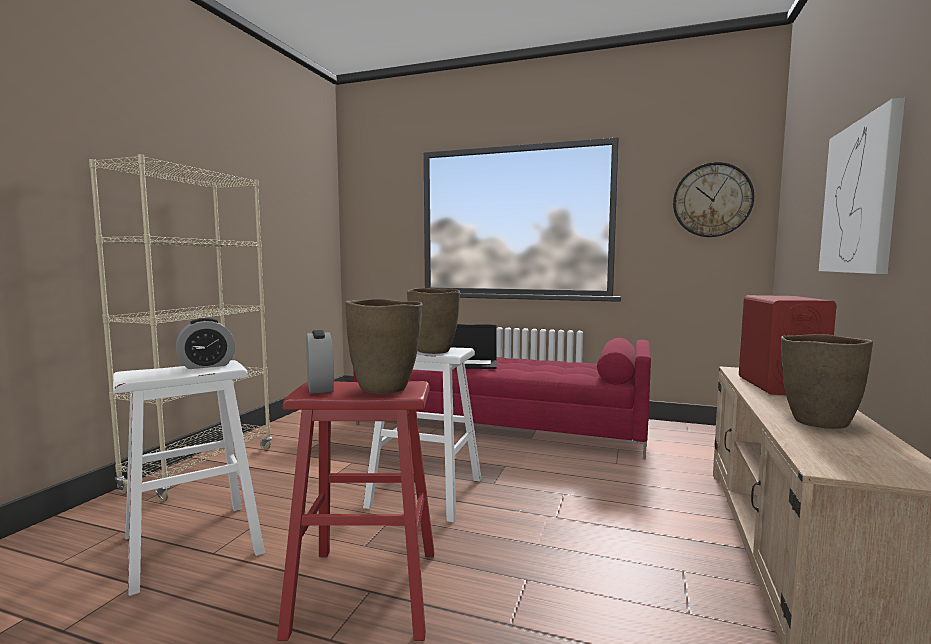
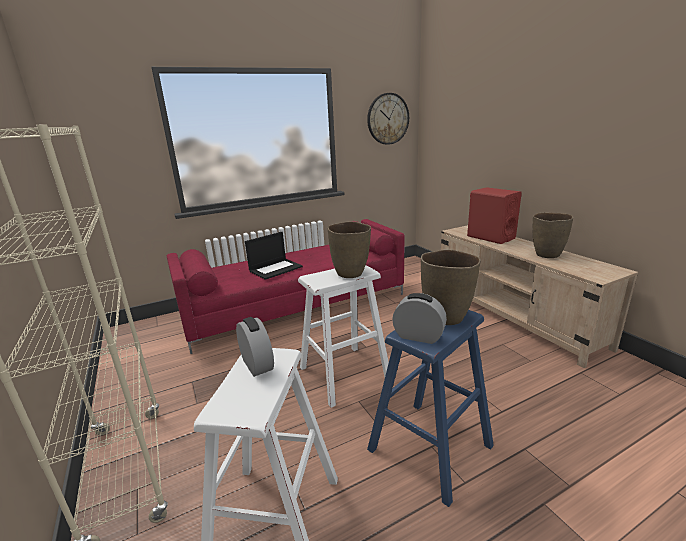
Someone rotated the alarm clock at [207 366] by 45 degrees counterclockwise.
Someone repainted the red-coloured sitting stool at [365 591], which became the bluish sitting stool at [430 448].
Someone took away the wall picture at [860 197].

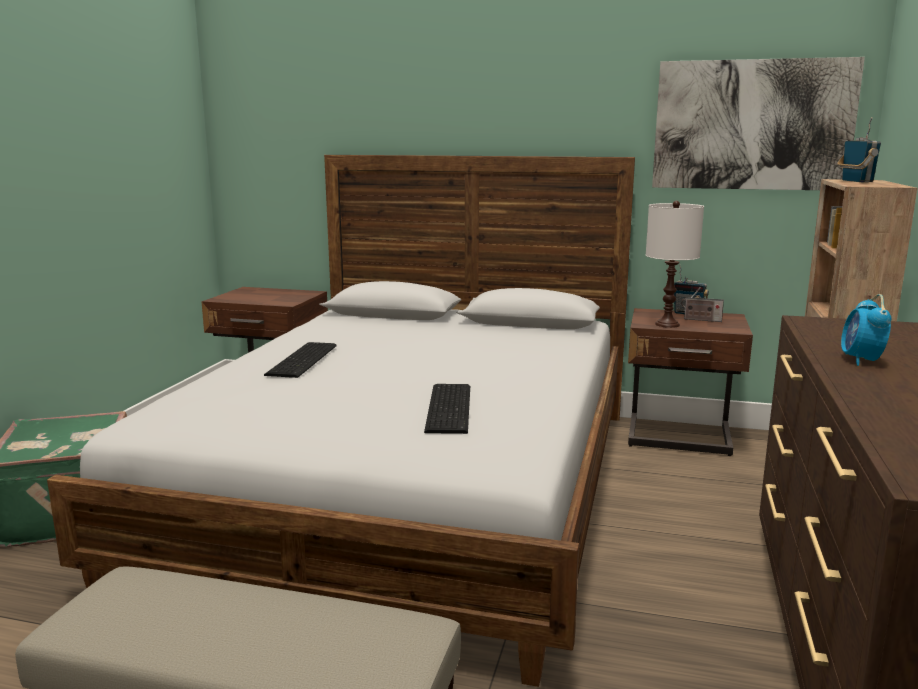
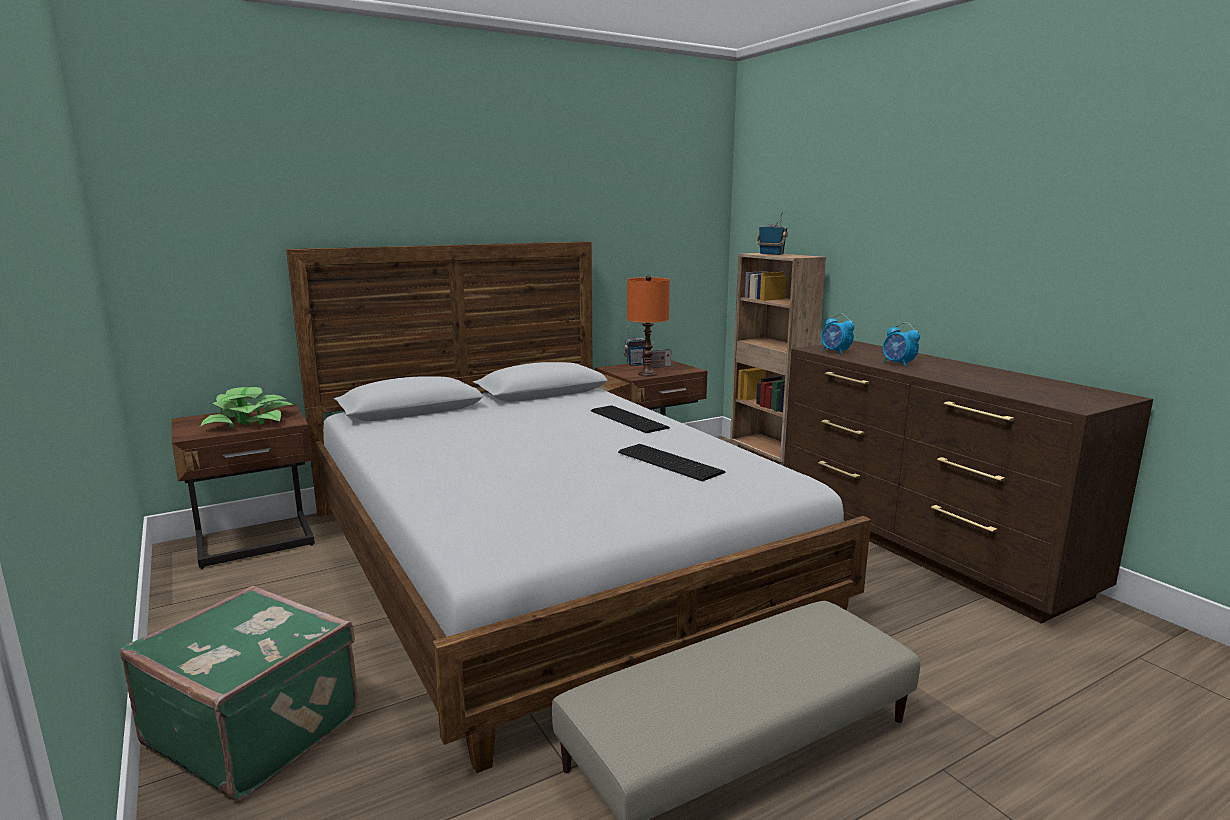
Someone carried the keyboard from [305 359] to [629 419].
Someone repainted the whitish table lamp at [667 324], which became the orange table lamp at [647 374].
Someone took away the wall picture at [752 125].
Someone put down the plant in a pot at [249 421].
Someone put down the alarm clock at [835 352].

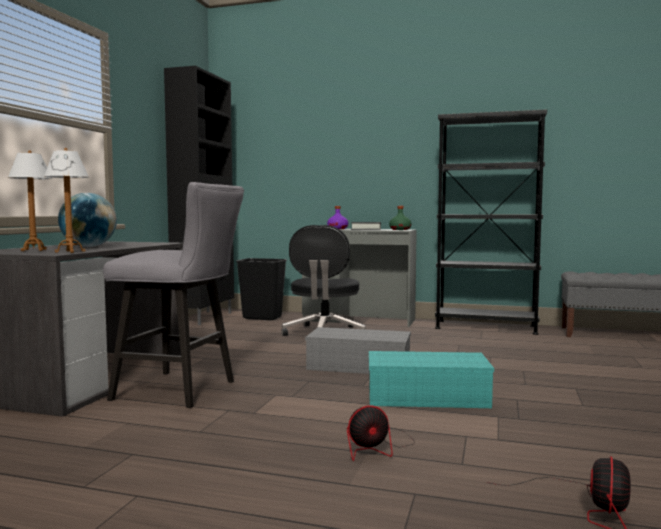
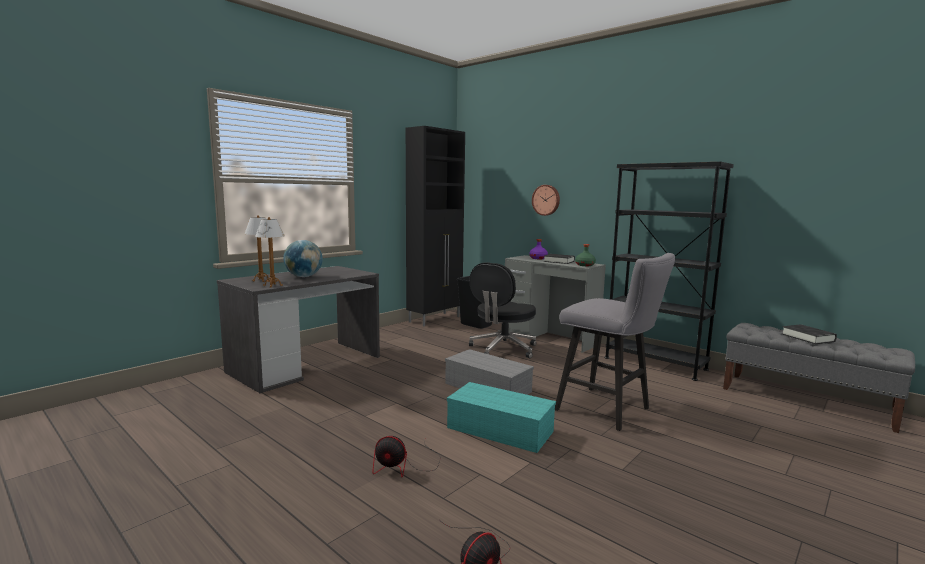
Someone carried the grey sitting stool from [182 390] to [608 410].
Someone put up the clock on the wall at [546 200].
Someone put down the black volume at [808 338].

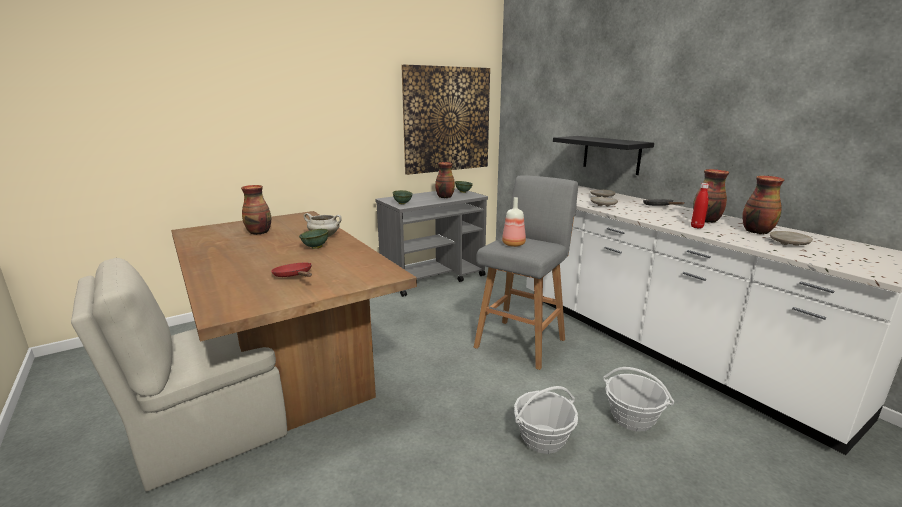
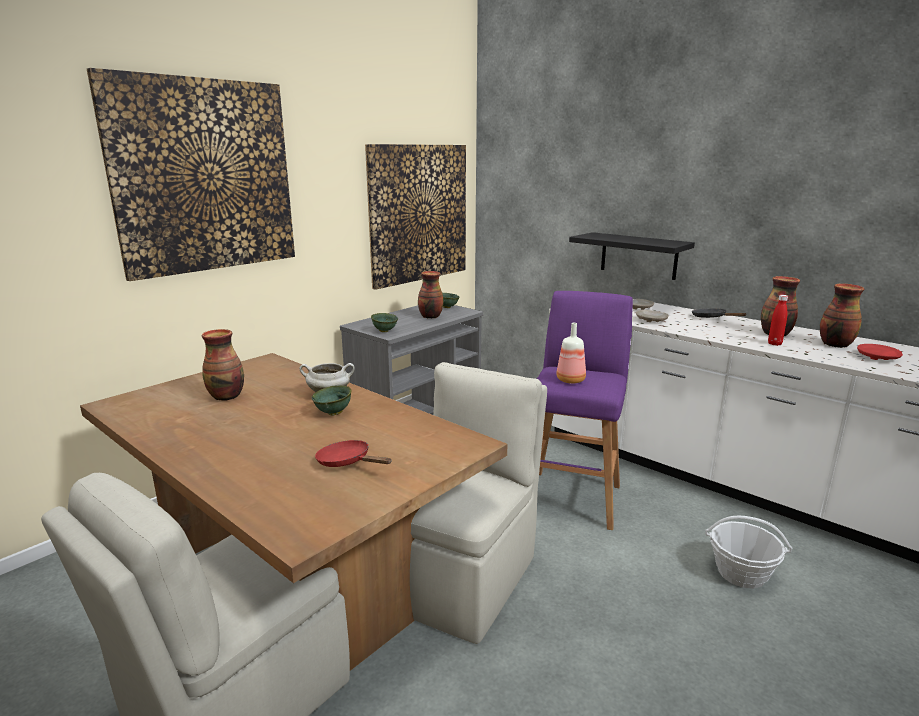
Someone repainted the grey sitting stool at [521 342], which became the purplish sitting stool at [572 496].
Someone took away the household basket at [543 438].
Someone repainted the beige-coloured plate at [789 243], which became the red-coloured plate at [877 358].
Someone put up the wall picture at [205 177].
Someone put down the beige-coloured chair at [464 577].

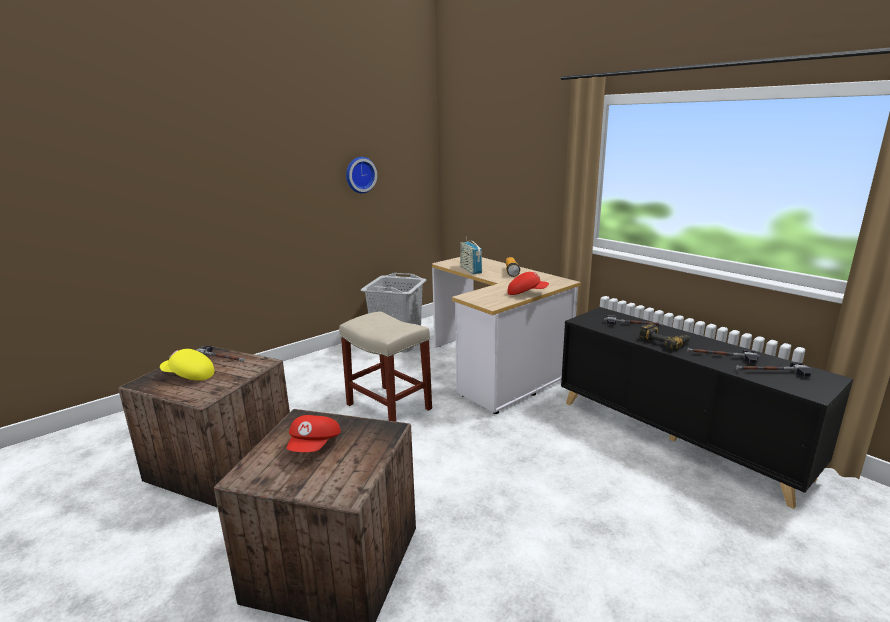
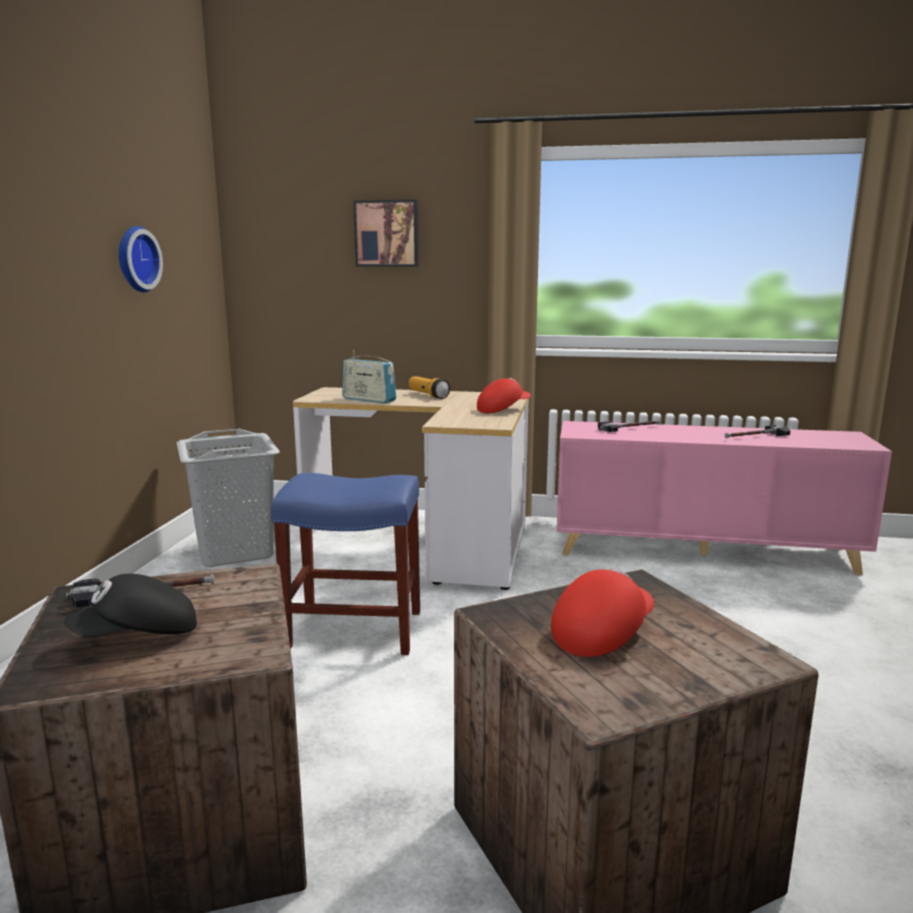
Someone repainted the yellow-coloured baseball cap at [189 376], which became the black baseball cap at [138 636].
Someone rotated the red-coloured baseball cap at [315 446] by 105 degrees counterclockwise.
Someone repainted the beige-coloured sitting stool at [387 406], which became the bluish sitting stool at [352 630].
Someone repainted the black cabinet at [676 437], which became the pinkish cabinet at [703 551].
Someone took away the electric drill at [664 341].
Someone took away the hand hammer at [772 372].
Someone put up the wall picture at [387 234].

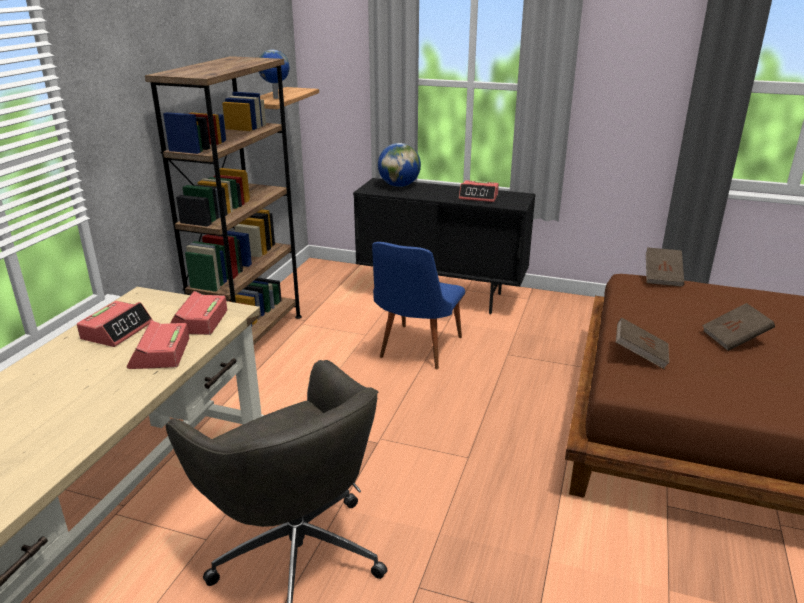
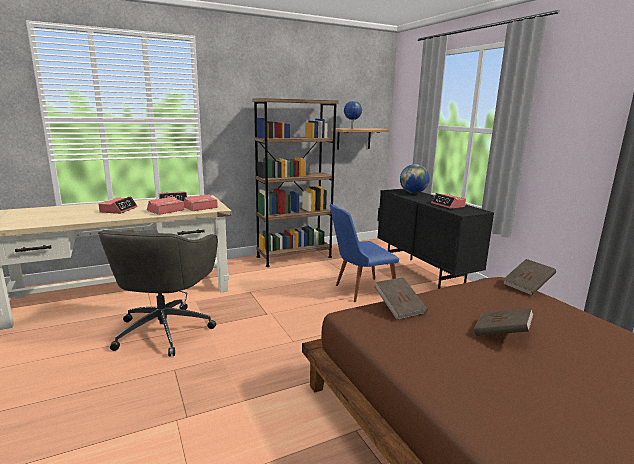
Someone put down the alarm clock at [118 210].

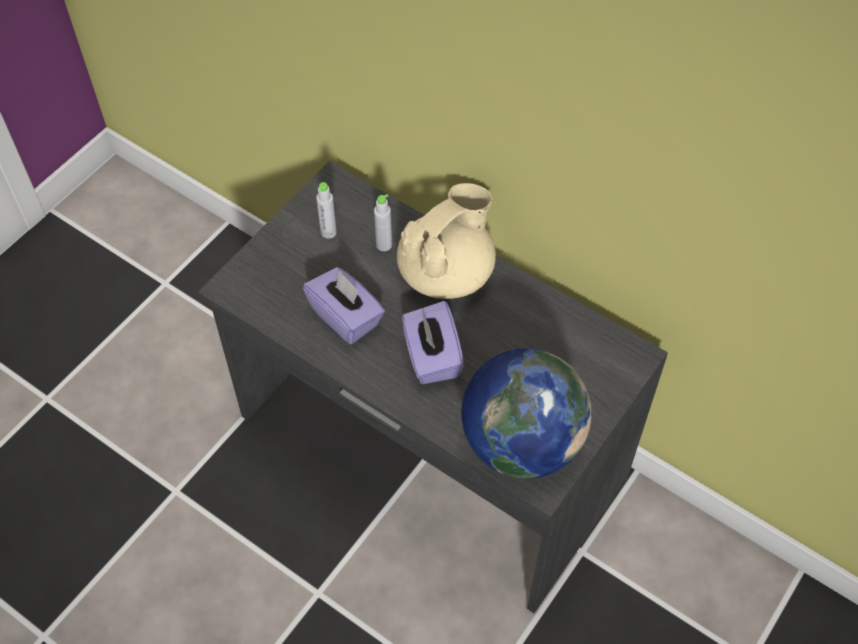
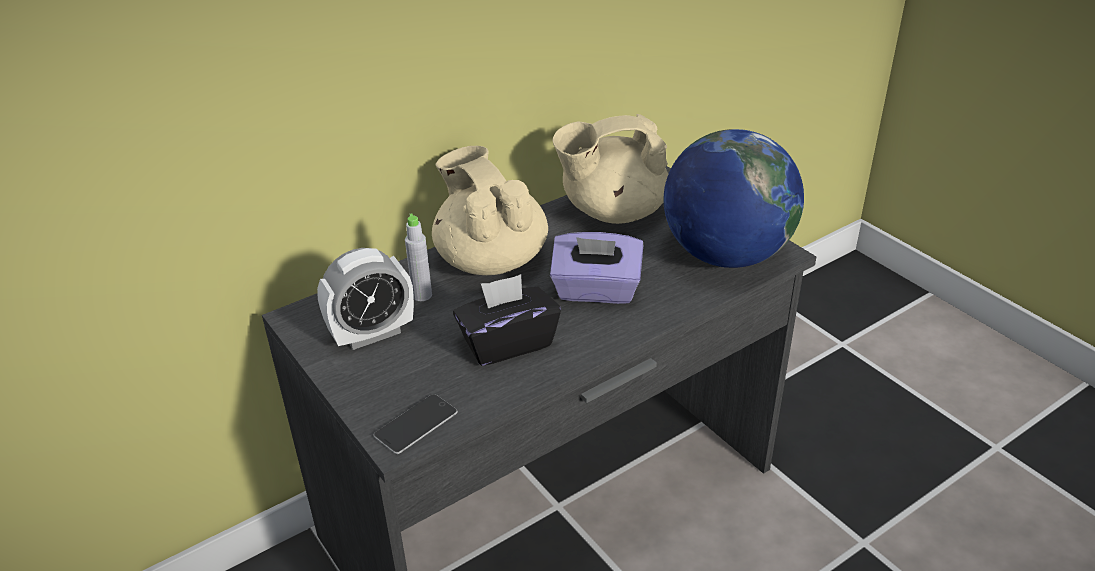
Someone repainted the purplish tissue holder at [346 317], which became the black tissue holder at [507 343].
Someone swapped the grey drink bottle at [328 232] for the alarm clock at [372 334].
Someone put down the phone at [416 424].
Someone put down the beige-coloured pot for tea at [612 212].

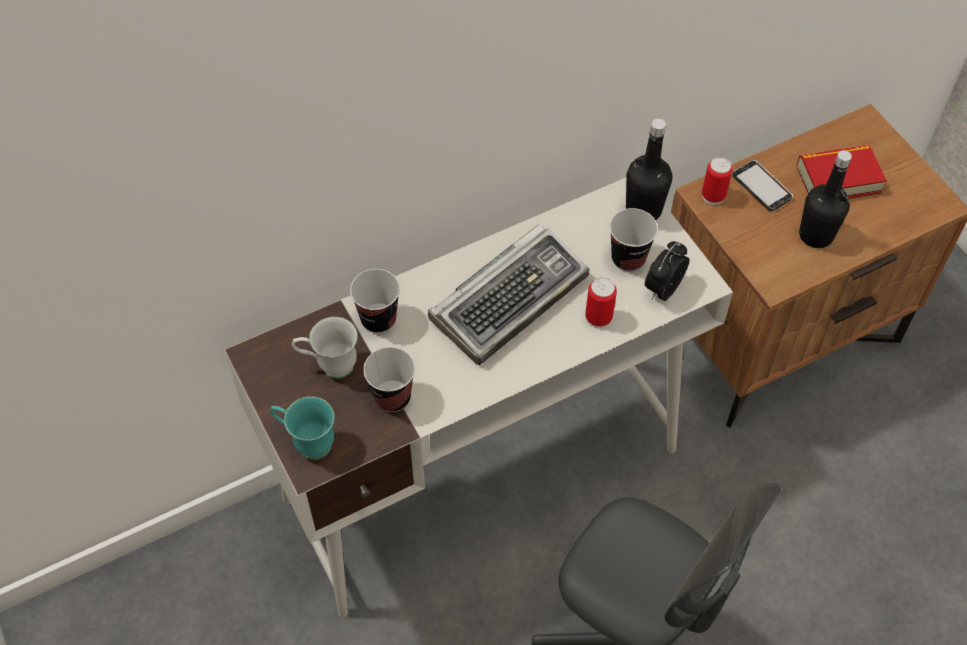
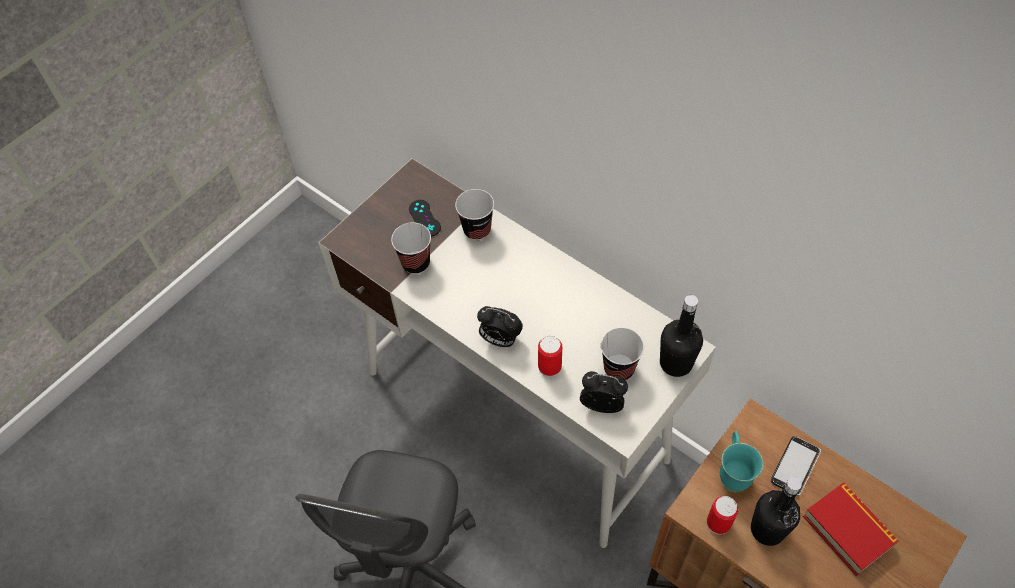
Someone carried the blue-green coffee mug from [307 442] to [732 473].
Someone swapped the whitish coffee mug at [329 366] for the black gamepad at [424 218].
Someone took away the keyboard at [510 298].
Someone carried the sealed can from [713 195] to [718 523].
Someone put down the alarm clock at [500 339].

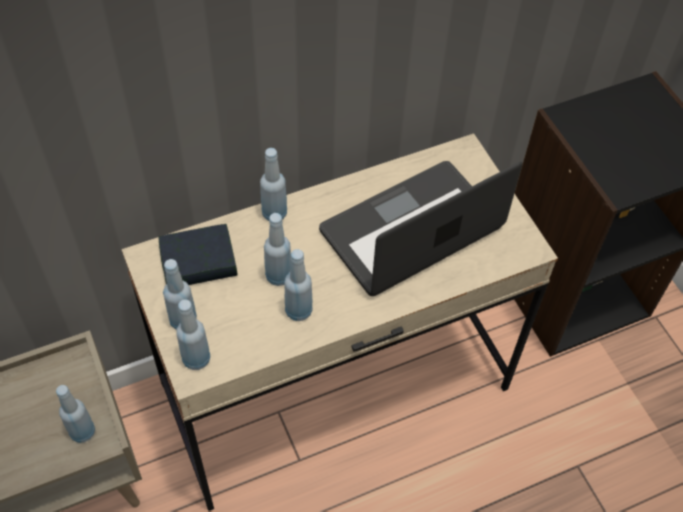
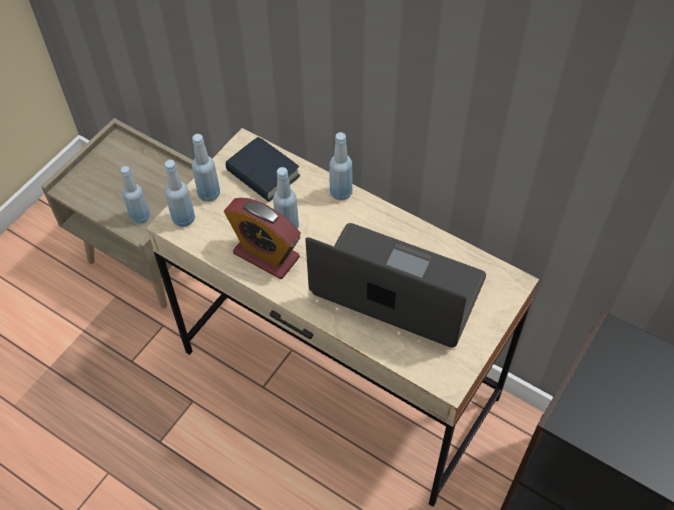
Someone swapped the bluish drink bottle at [299 311] for the alarm clock at [266 255].

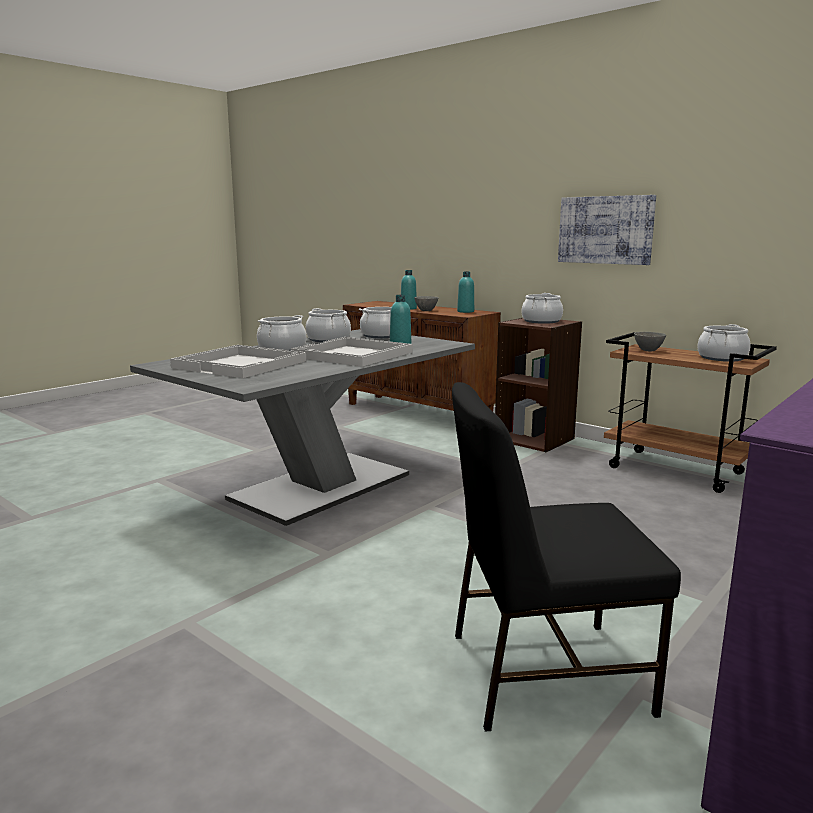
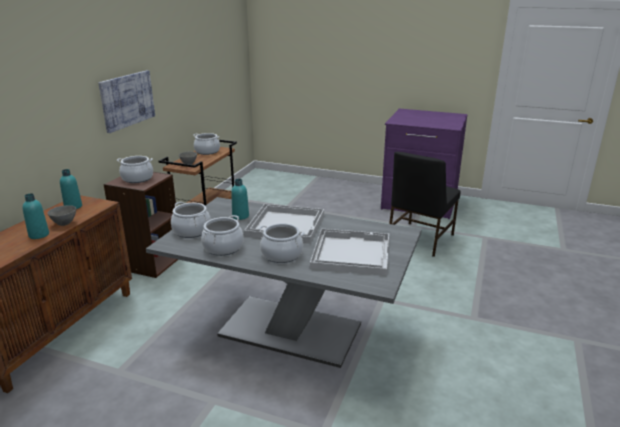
Someone rotated the black chair at [543 671] by 60 degrees clockwise.

